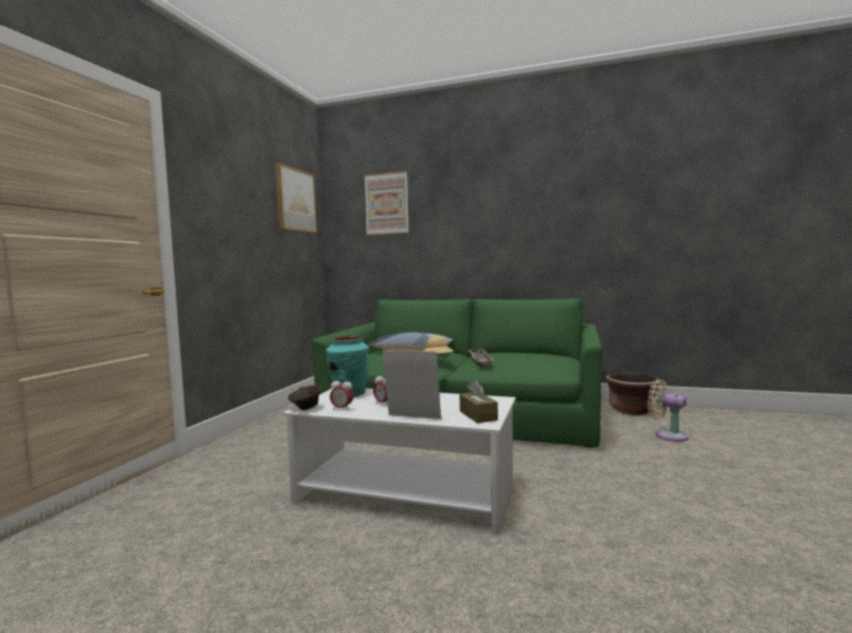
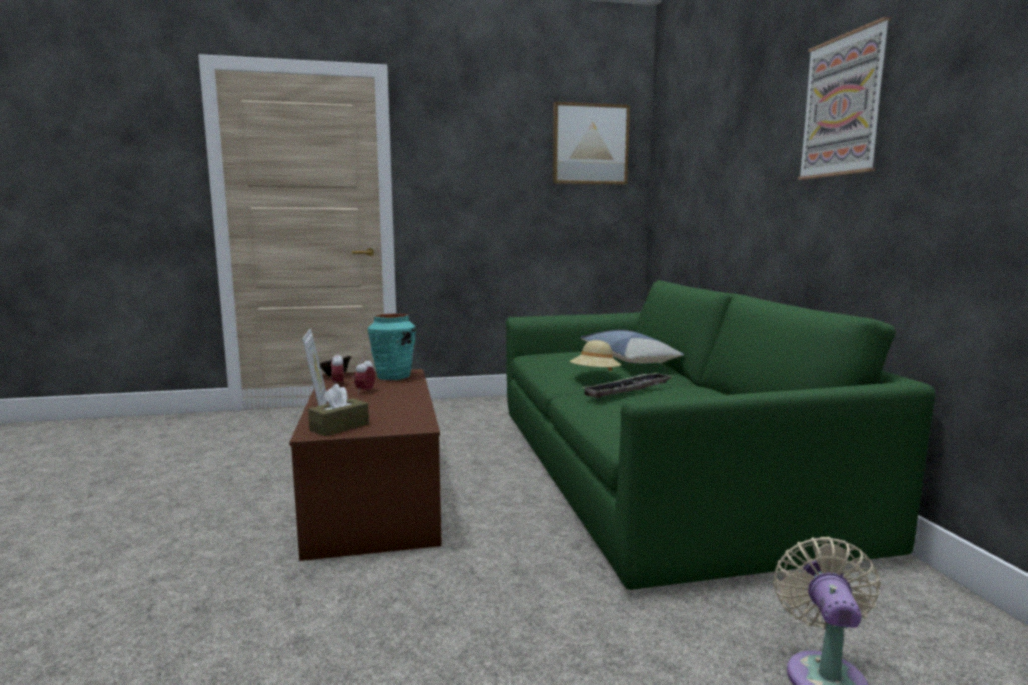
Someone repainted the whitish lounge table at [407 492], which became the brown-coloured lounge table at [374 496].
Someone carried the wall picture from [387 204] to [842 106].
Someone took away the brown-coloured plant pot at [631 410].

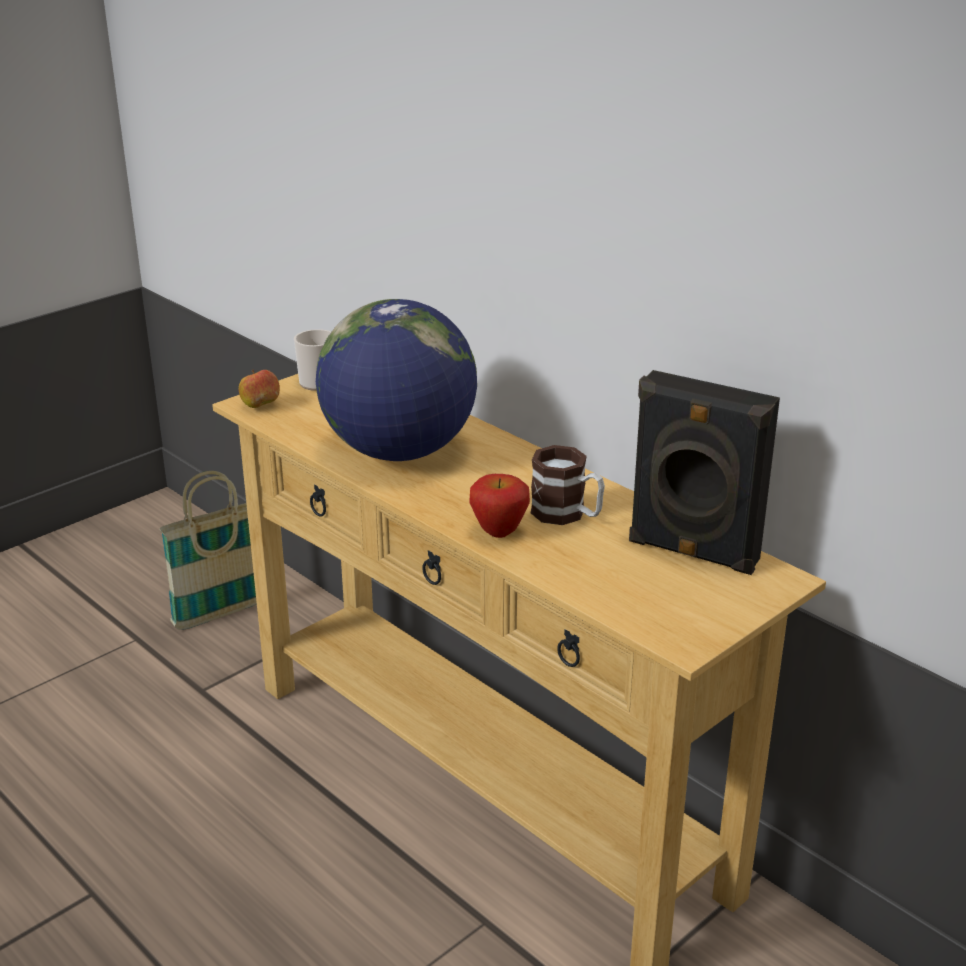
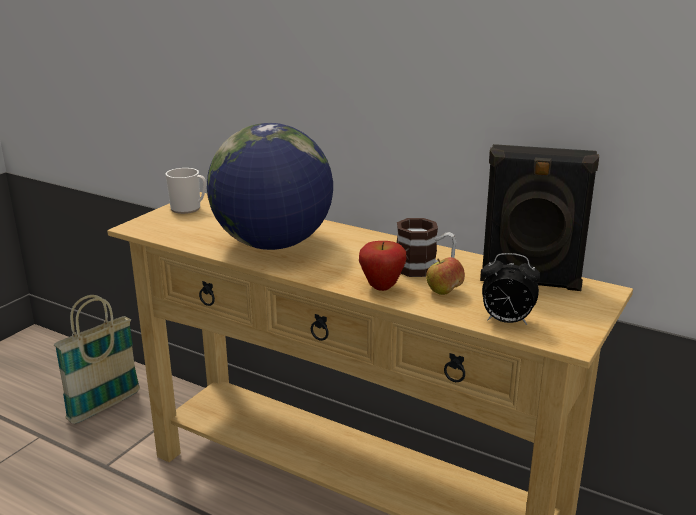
Someone carried the apple from [260 406] to [444 292].
Someone put down the alarm clock at [506 321].

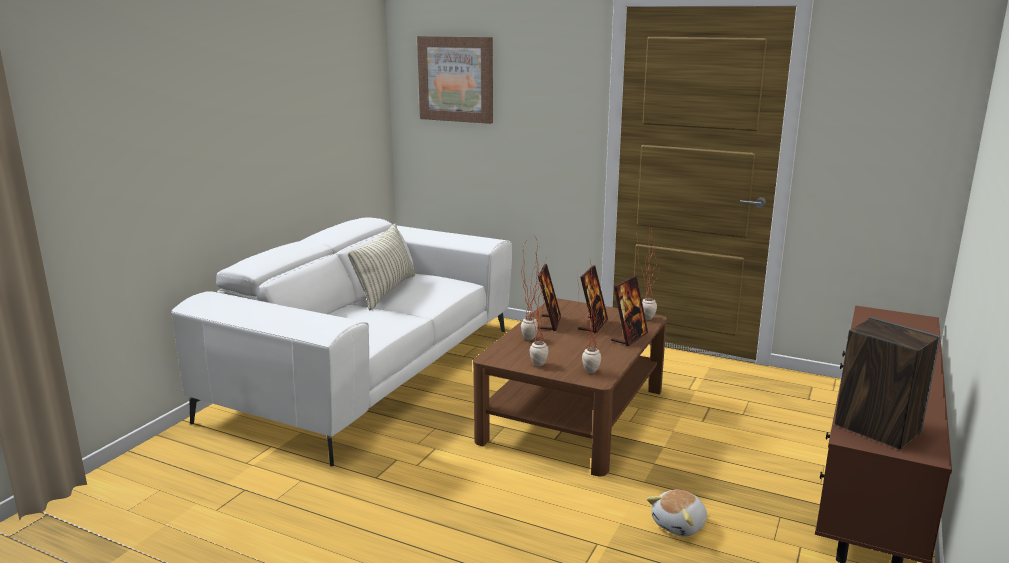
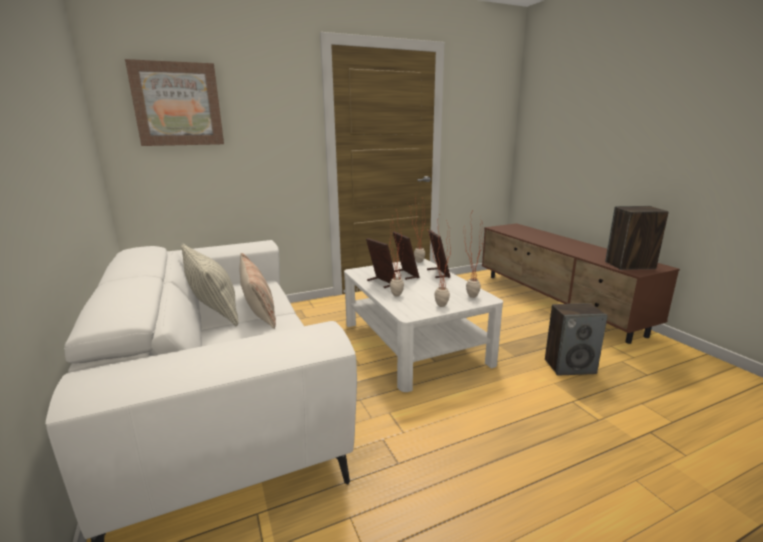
Someone repainted the brown-coloured lounge table at [573 414], which became the whitish lounge table at [414 342].
Someone swapped the cuddly toy at [680 525] for the speaker at [570 366].
Someone put down the cushion at [258 308].

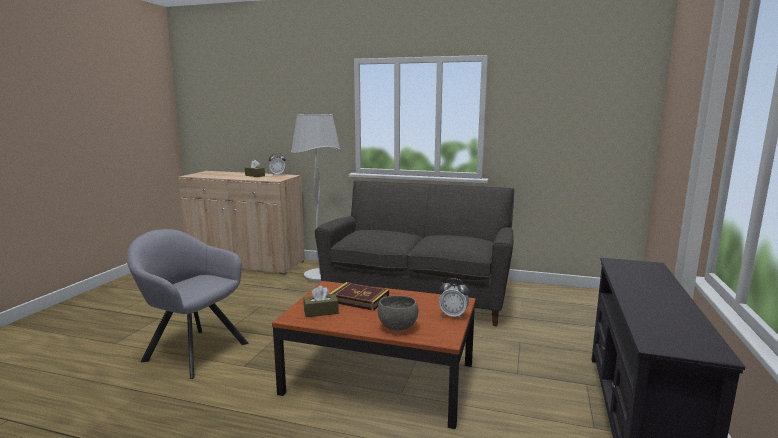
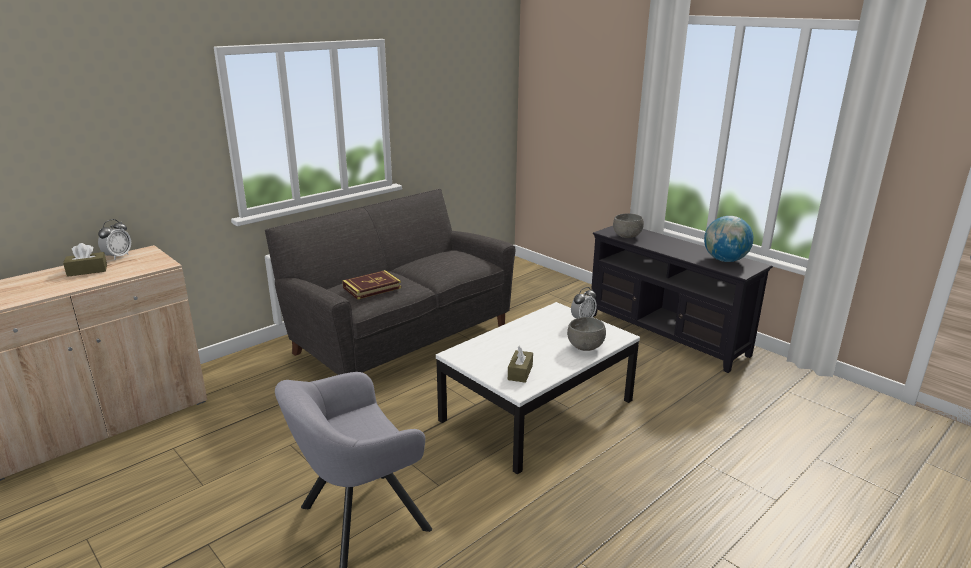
Someone repainted the brown-coloured lounge table at [380 378], which became the whitish lounge table at [537 410].
Someone took away the whitish standing lamp at [320 276].
Someone carried the volume from [359 299] to [372 288].
Someone put down the grey serving bowl at [627 236].
Someone put down the world globe at [725 260].

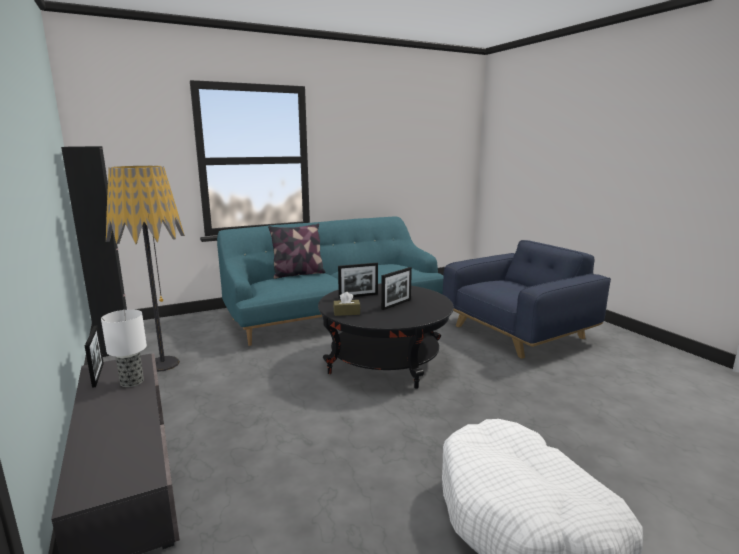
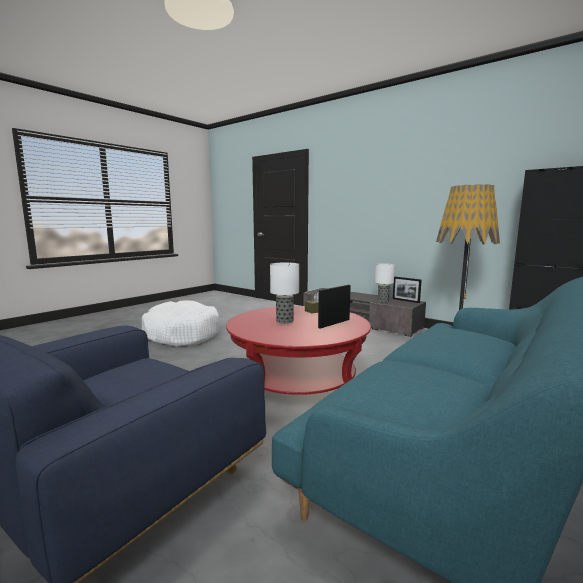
Someone took away the cushion at [298 274].
Someone repainted the black lounge table at [385 360], which became the red-coloured lounge table at [297 385].
Someone swapped the picture frame at [396 304] for the table lamp at [285 321].

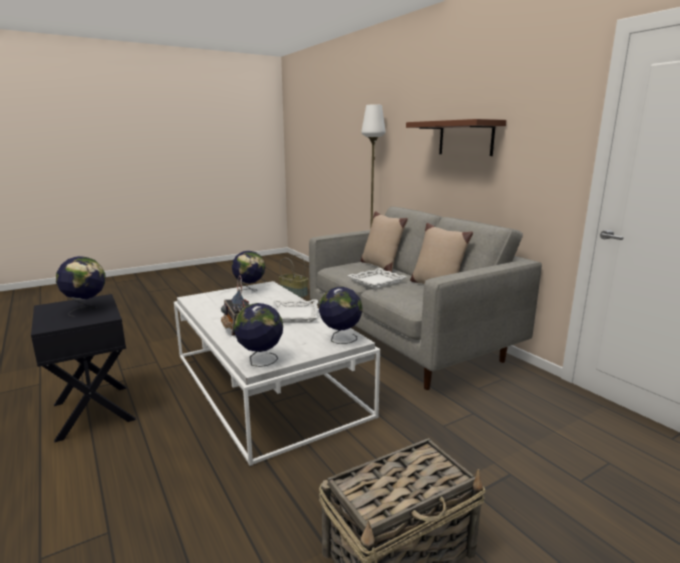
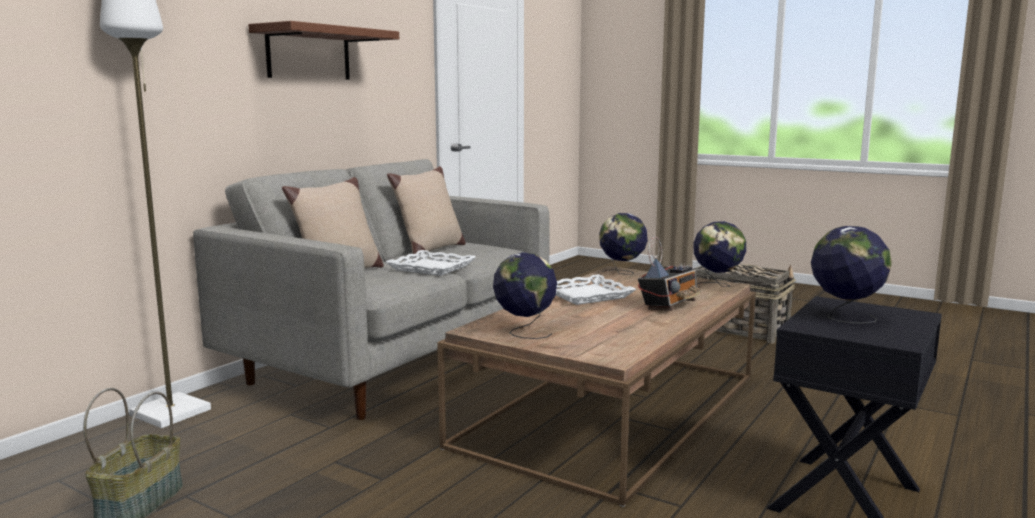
Someone repainted the whitish lounge table at [267 384], which became the brown-coloured lounge table at [611 410].

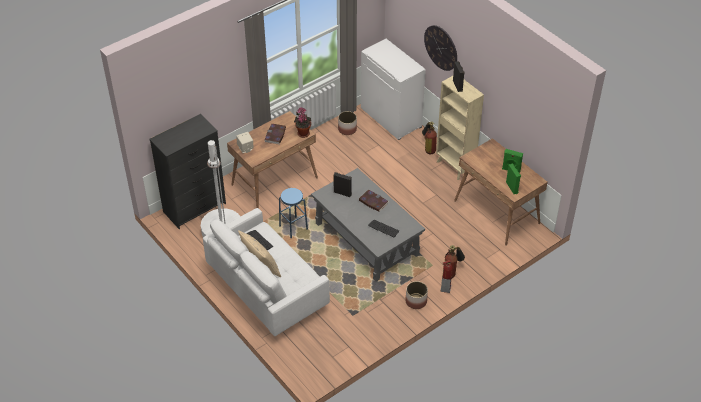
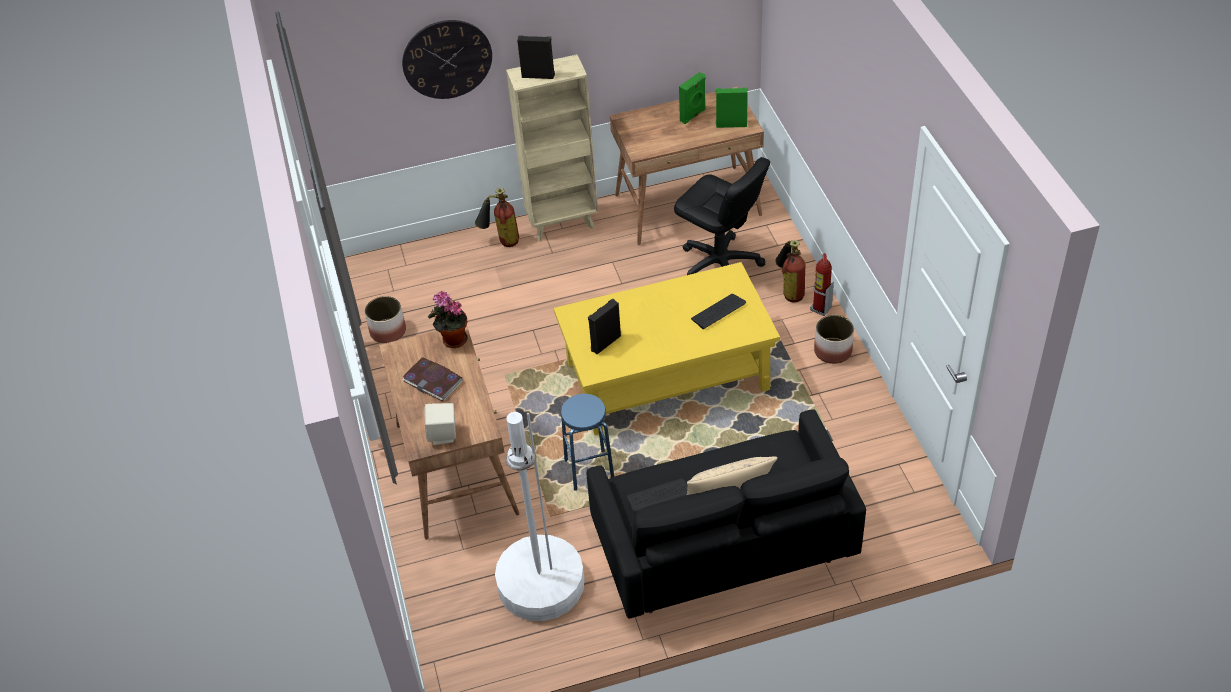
Someone took away the black drawer chest at [195 207].
Someone repainted the whitish sofa at [267 289], which became the black sofa at [722 547].
Someone repainted the grey lounge table at [366 239], which became the yellow-coloured lounge table at [666 376].
Someone took away the volume at [373 202].
Someone took away the whitish cabinet at [391 118].
Someone put down the black office chair at [720 265].

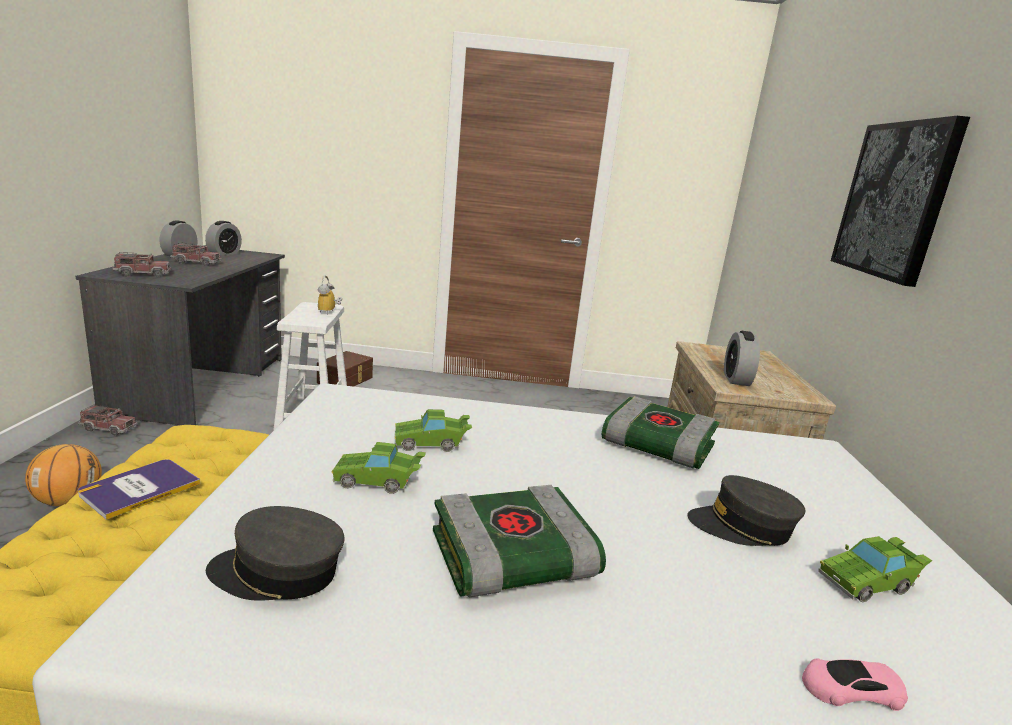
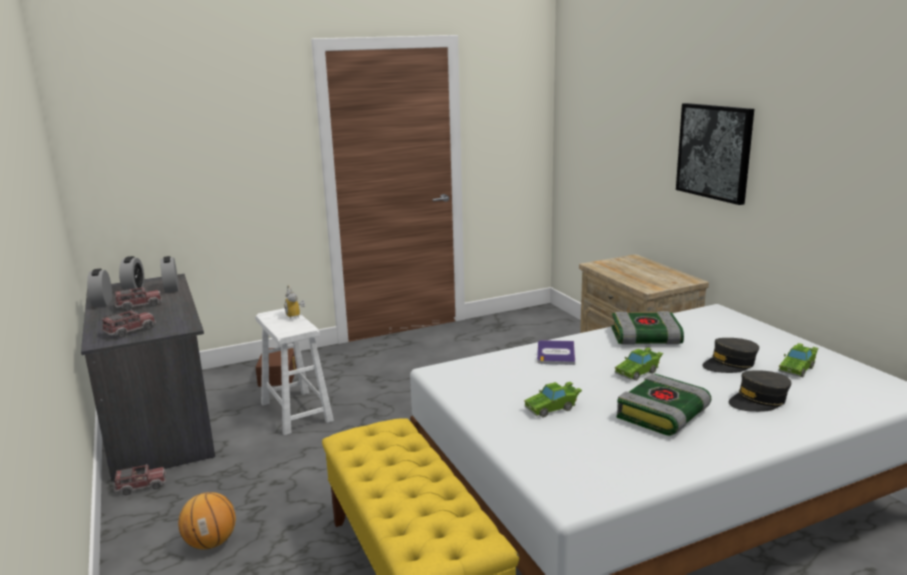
Someone carried the volume from [140 489] to [556 353].
Someone carried the grey baseball cap from [277 573] to [758 401].
Someone carried the greenish model car from [431 443] to [638 372].
Someone carried the alarm clock from [736 379] to [171 288].
Someone took away the pinkish model car at [850 689].

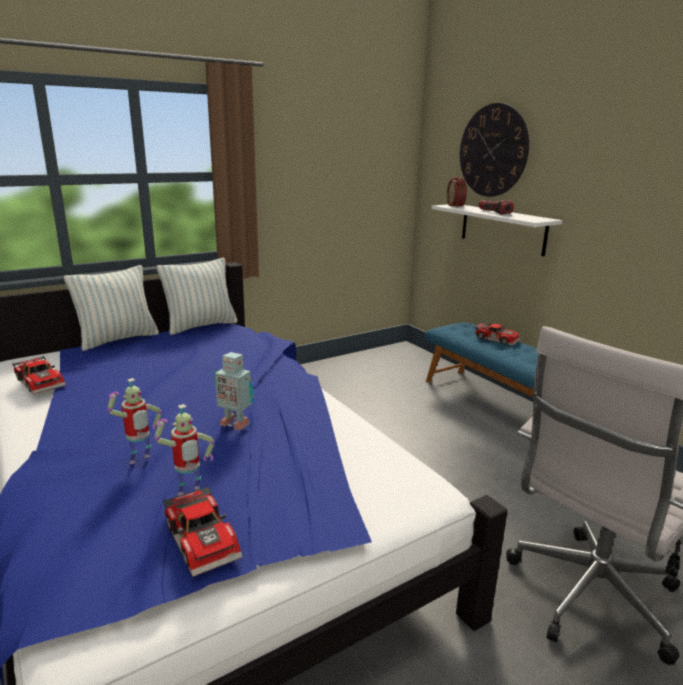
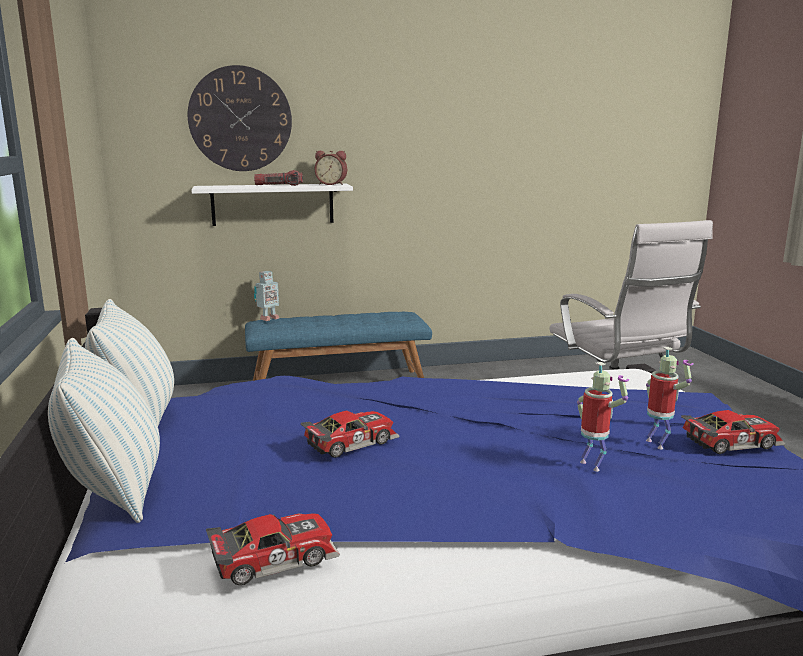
Someone carried the model robot from [235 423] to [268 319].
Someone carried the alarm clock from [457 206] to [332 184].
Someone carried the model car from [497 339] to [349 441].

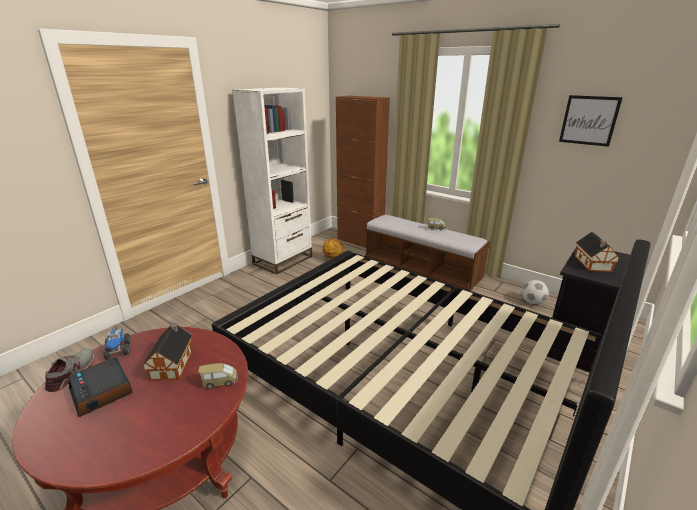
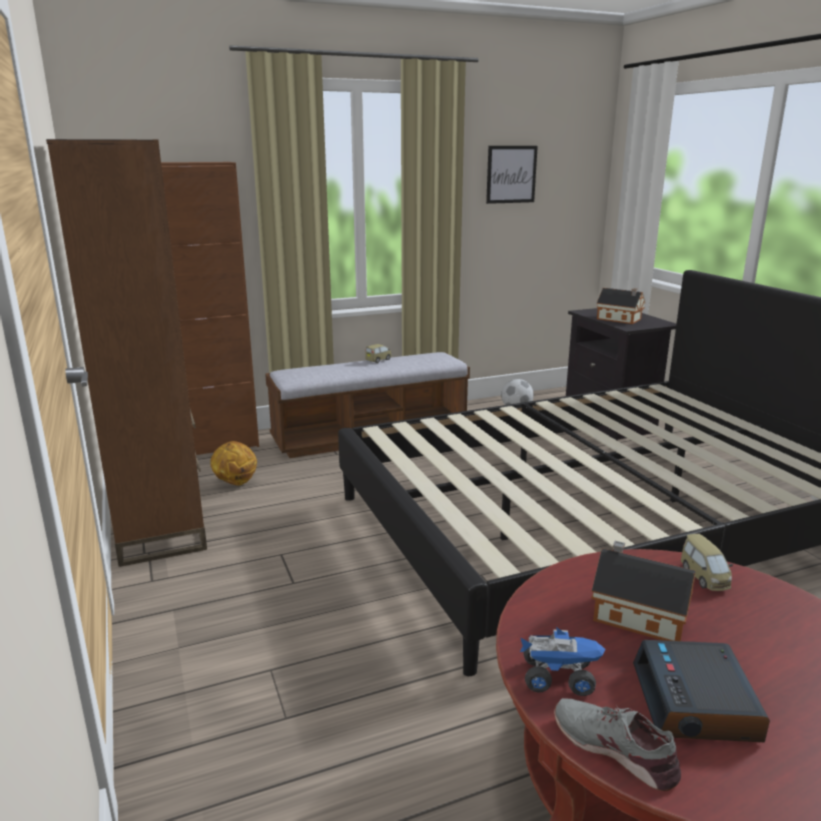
Someone rotated the alarm clock at [102 391] by 105 degrees clockwise.
Someone rotated the model car at [220 382] by 150 degrees clockwise.
Someone repainted the whitish bookshelf at [283 260], which became the brown-coloured bookshelf at [160 529].

